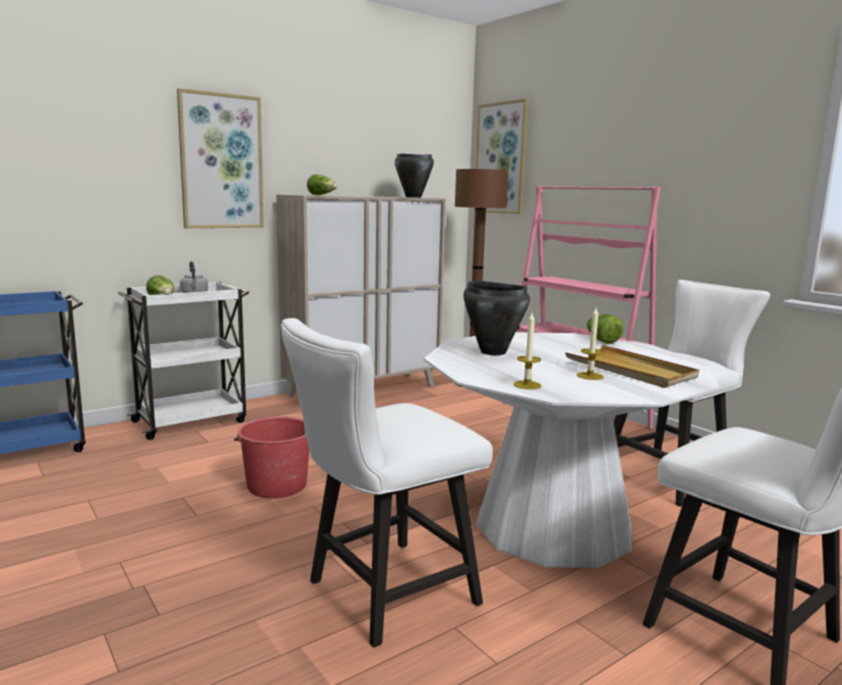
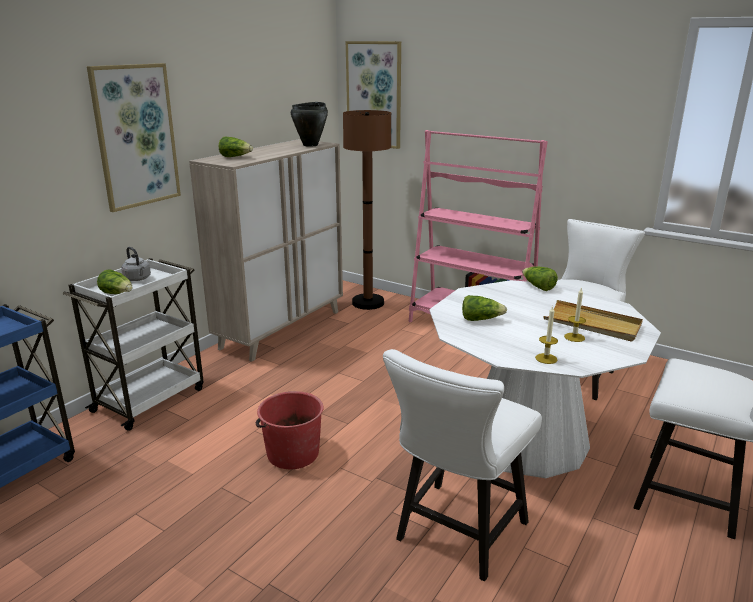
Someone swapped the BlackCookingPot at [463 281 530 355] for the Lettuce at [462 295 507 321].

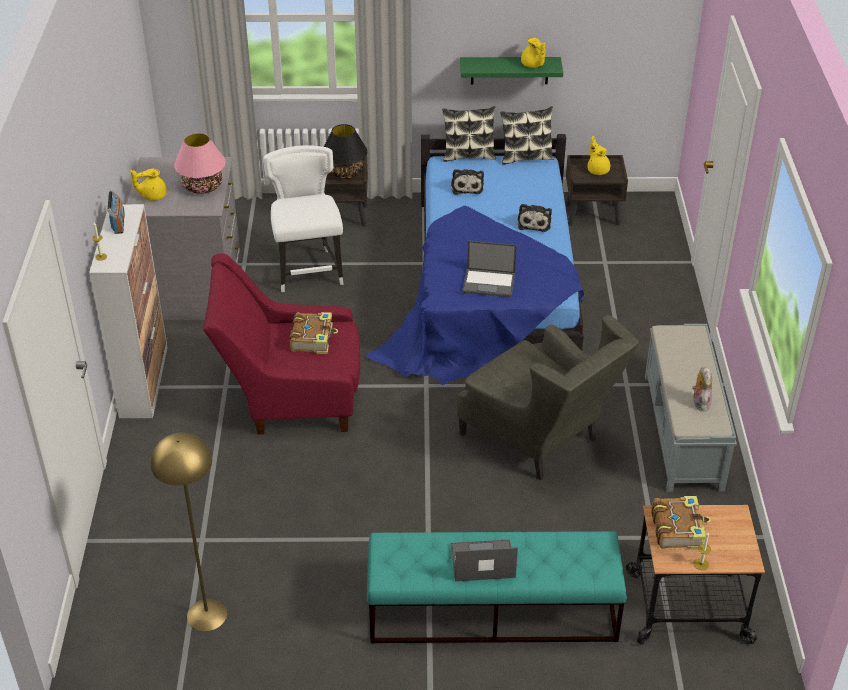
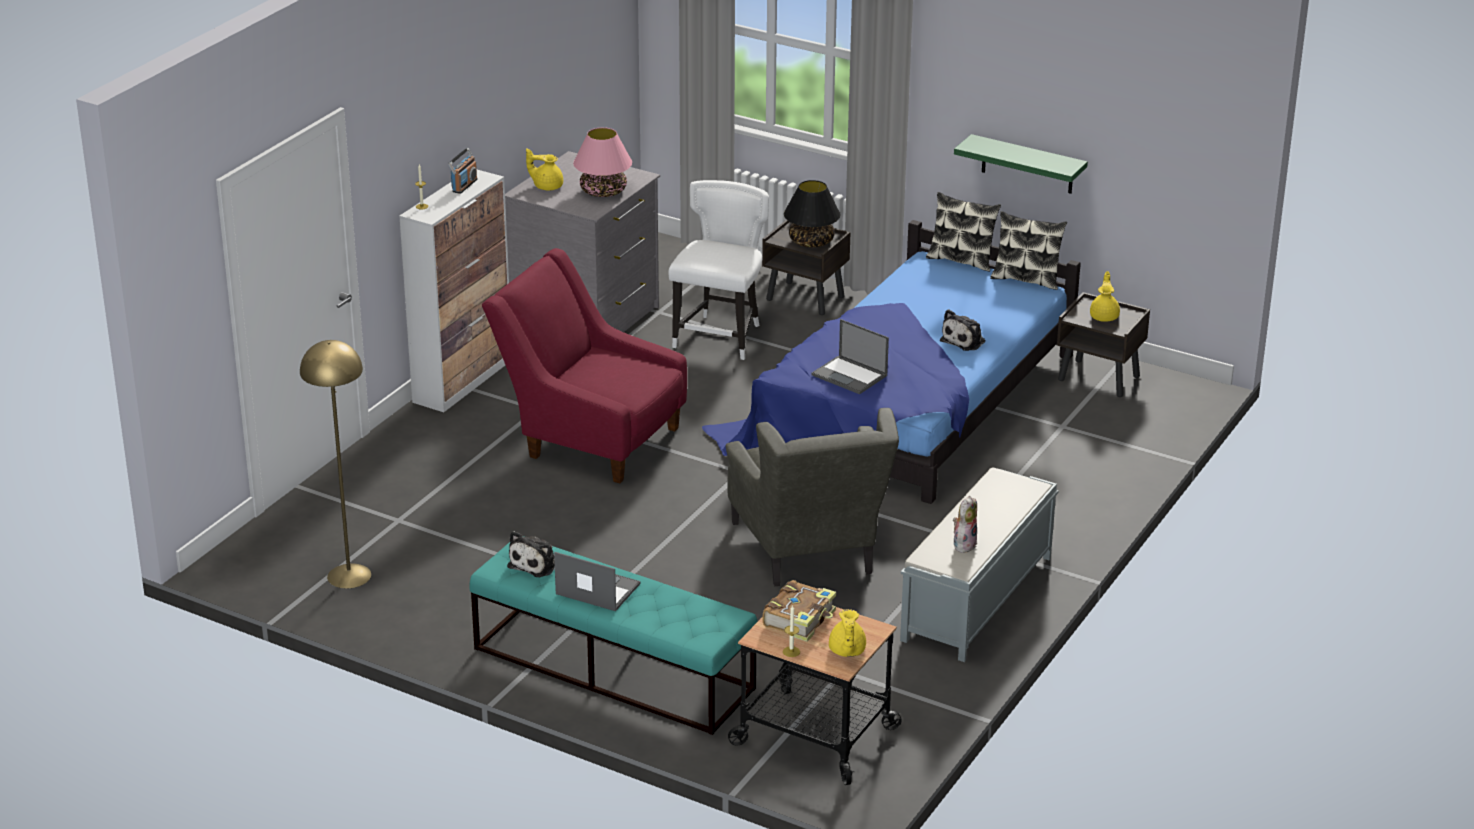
Someone took away the Book at [289 312 338 354].
Someone carried the PlushToy from [451 169 484 195] to [507 531 555 577].
Someone carried the YellowTeapot from [521 38 546 68] to [829 609 866 657].

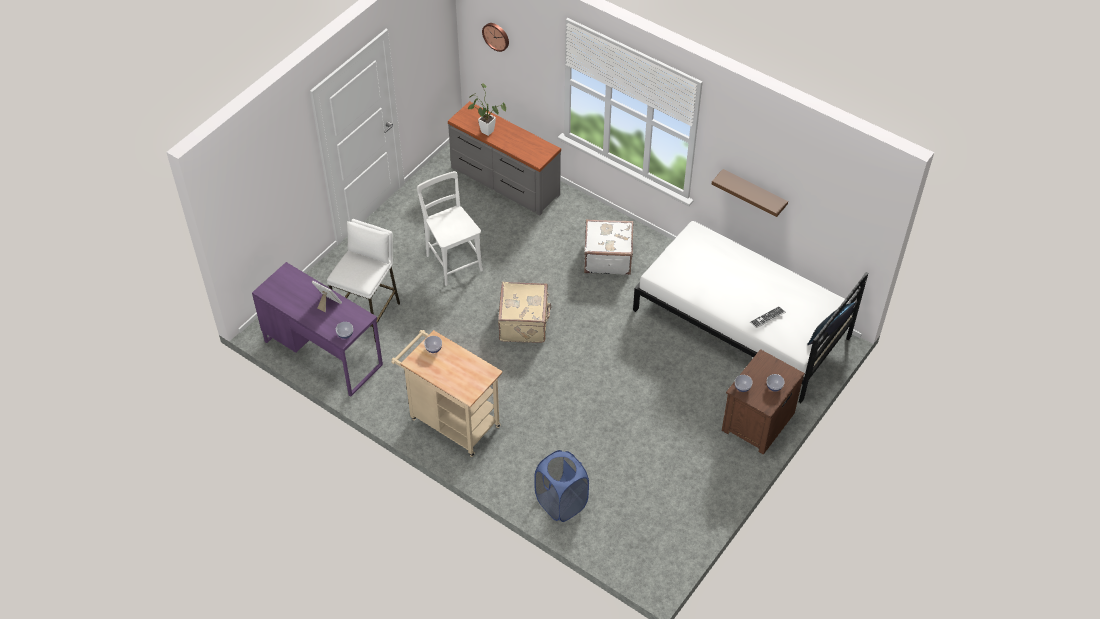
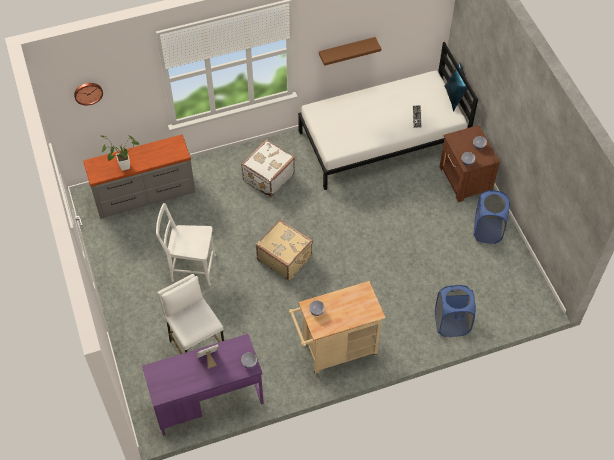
Someone put down the BlueLaundryBasket at [474 190 510 244].

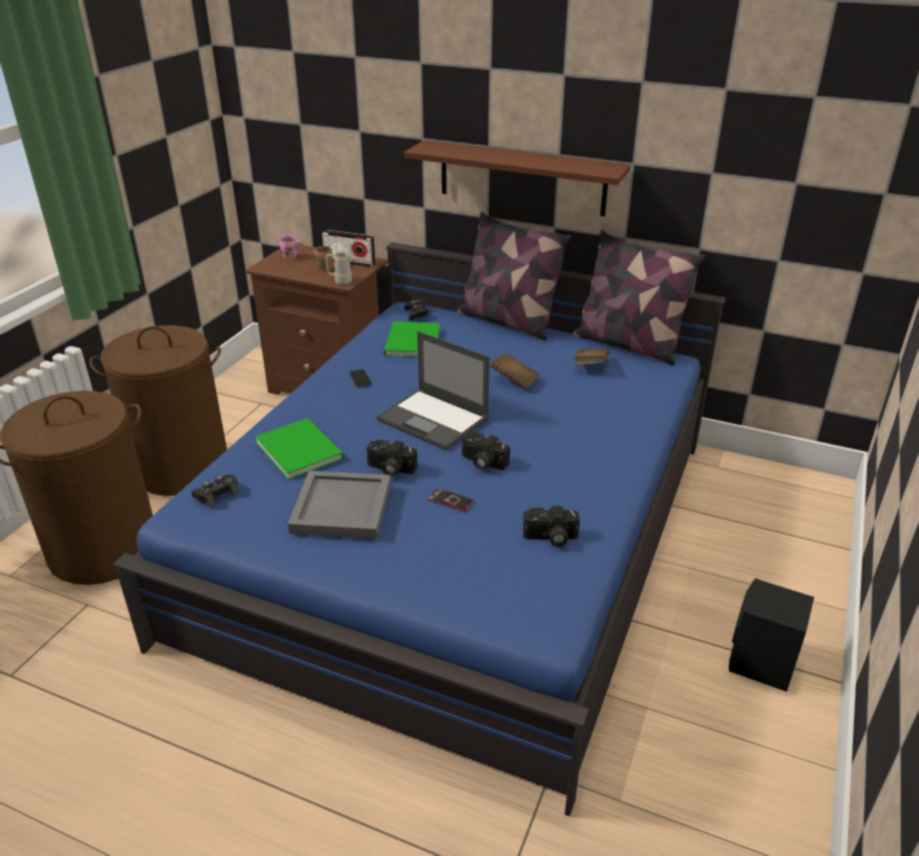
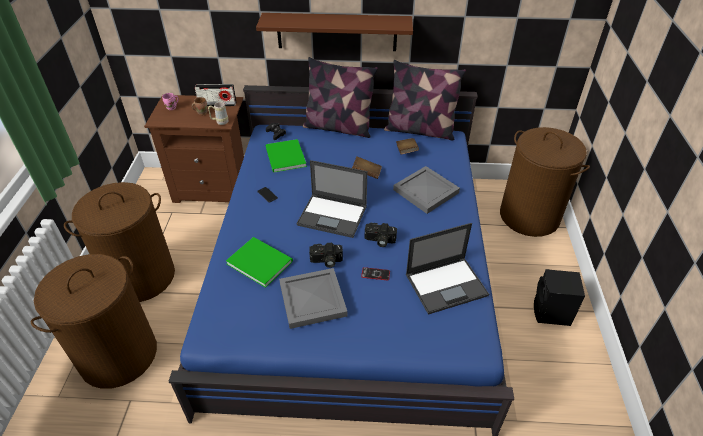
Someone took away the BlackGameController at [191 475 238 508].
Someone put down the GreyTray at [393 166 460 214].
Someone put down the BrownLaundryBasket at [500 127 590 237].
Someone swapped the PhotoCamera at [523 506 580 547] for the Laptop at [406 223 489 315].

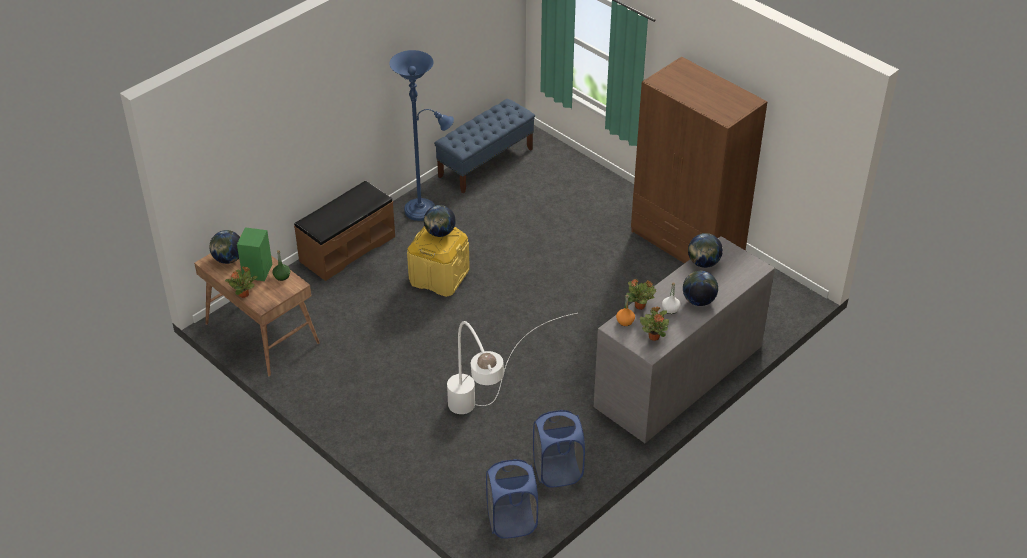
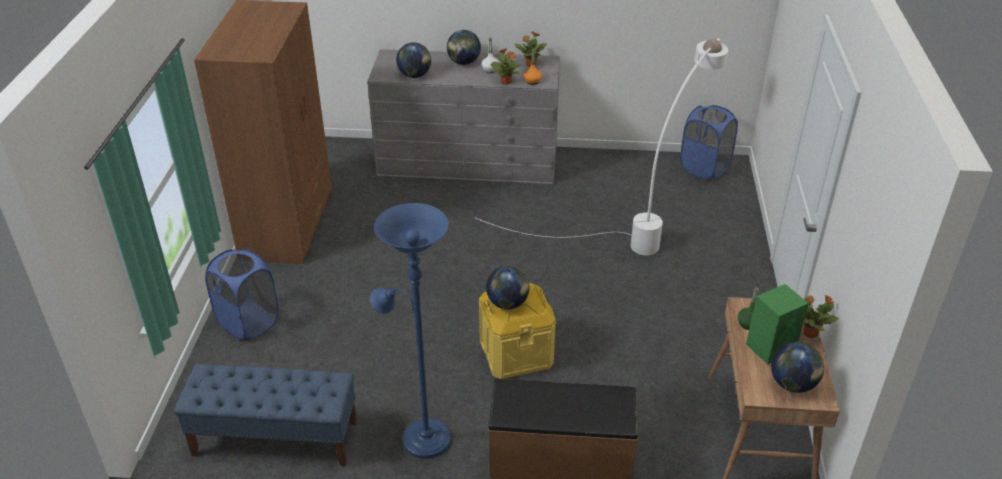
Someone carried the BlueLaundryBasket from [533 410 585 488] to [205 249 279 340].

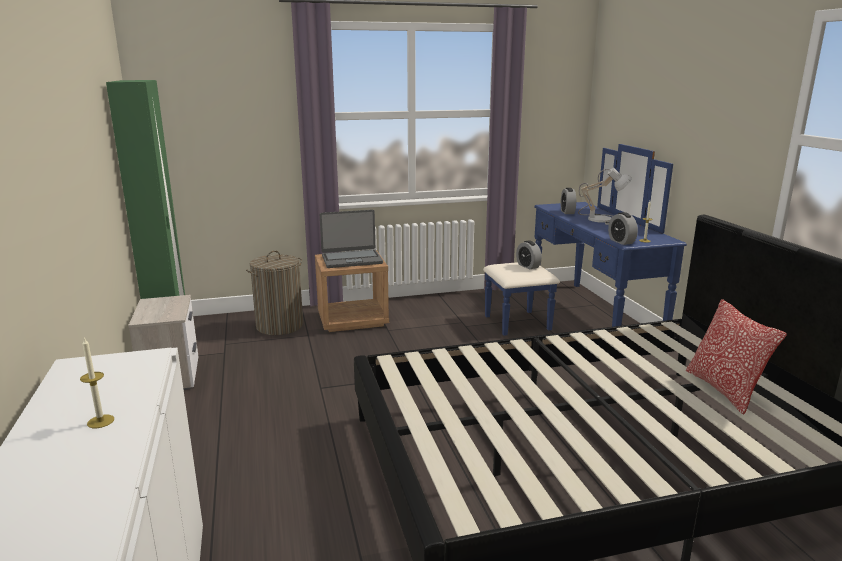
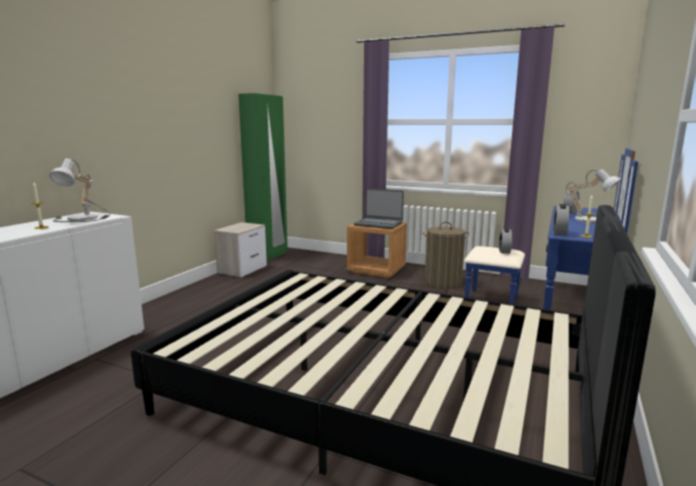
Someone took away the Pillow at [685 299 787 415].
Someone put down the TableLamp at [49 158 111 222].
Someone carried the LaundryBasket from [246 250 303 335] to [423 222 469 288].

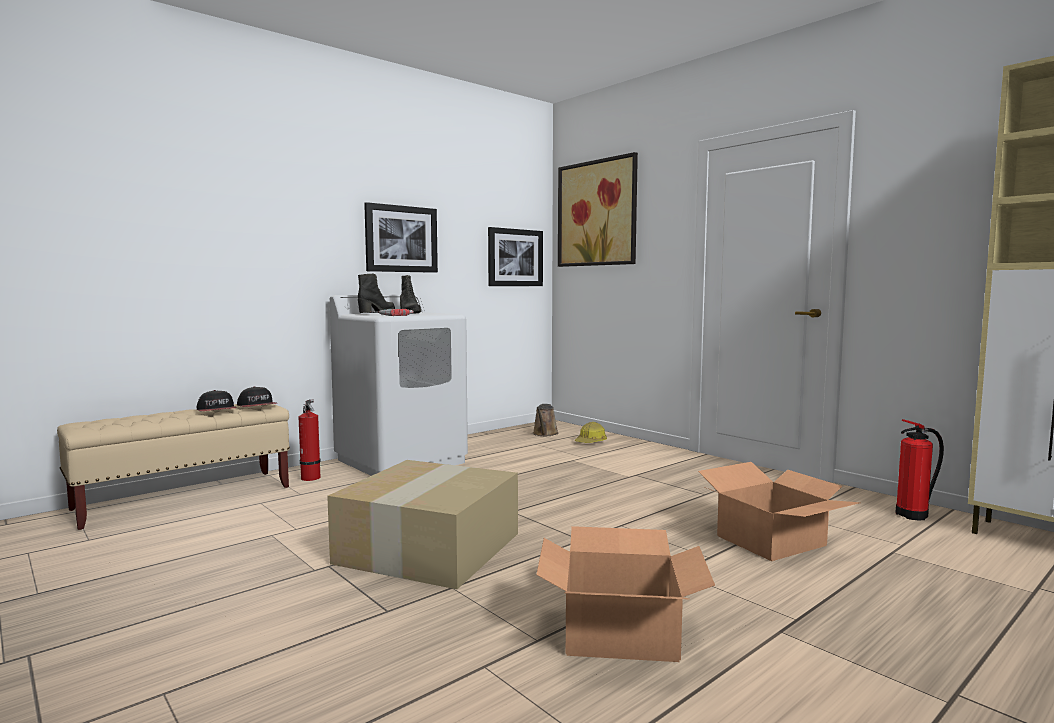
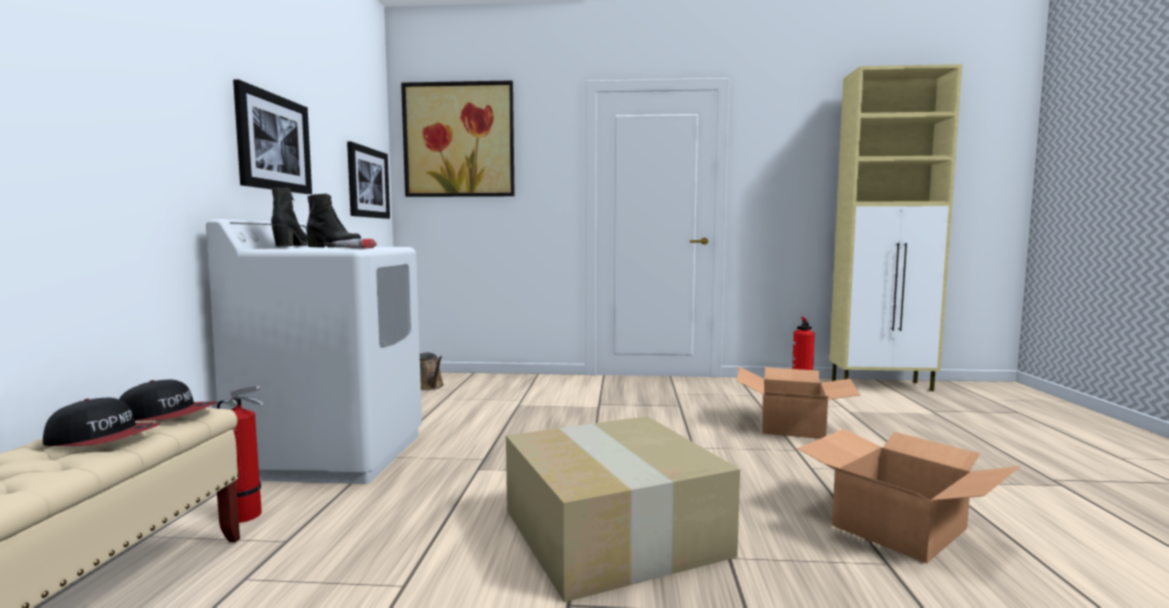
Someone took away the HardHat at [575 422 607 443].

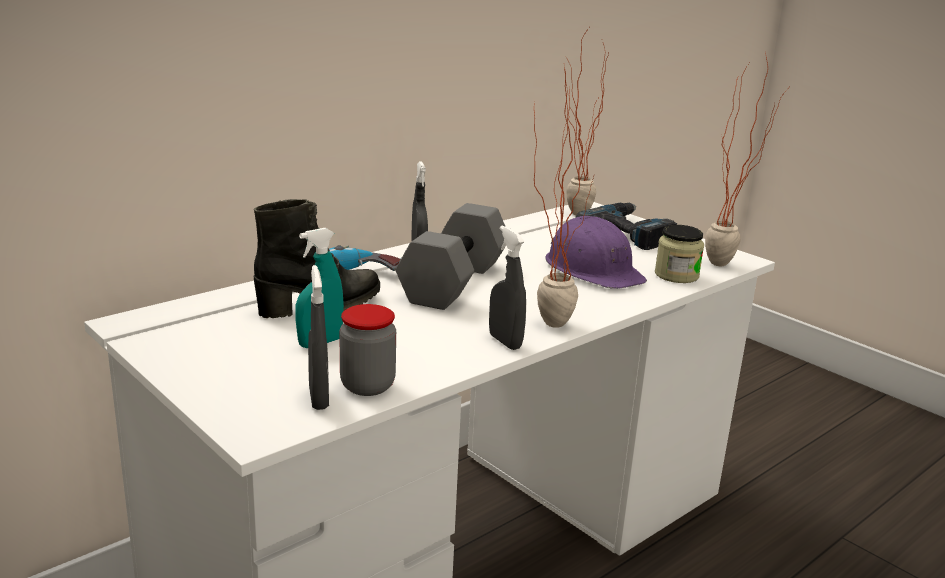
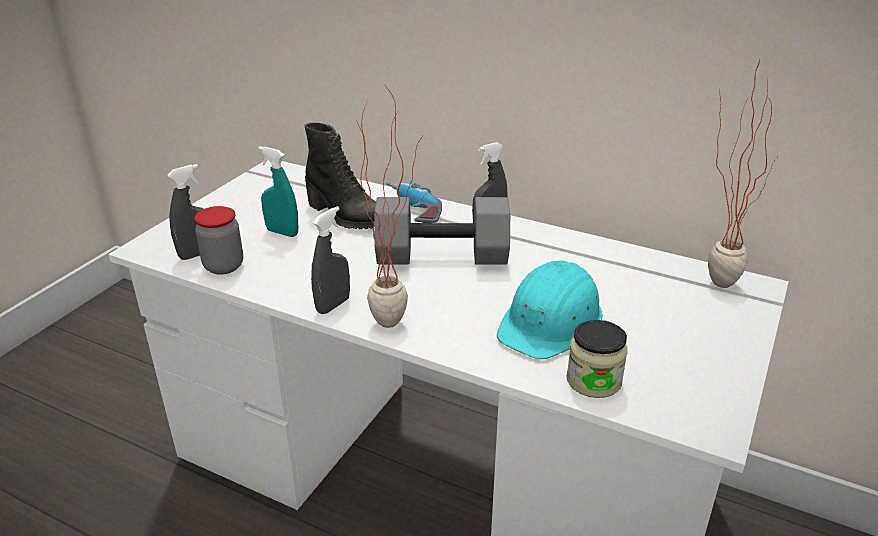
Someone took away the PowerDrill at [575 203 677 250].
Someone took away the PottedPlant at [705 57 788 266].
Someone repainted the PurpleHardHat at [545 216 647 289], which became the TurquoiseHardHat at [497 261 602 359].

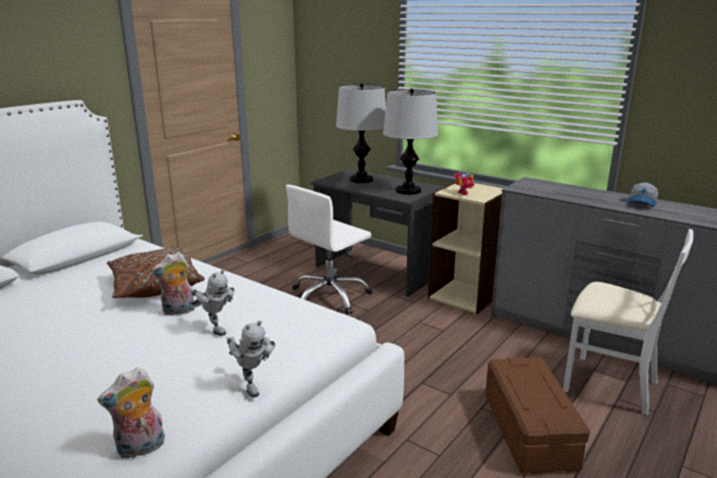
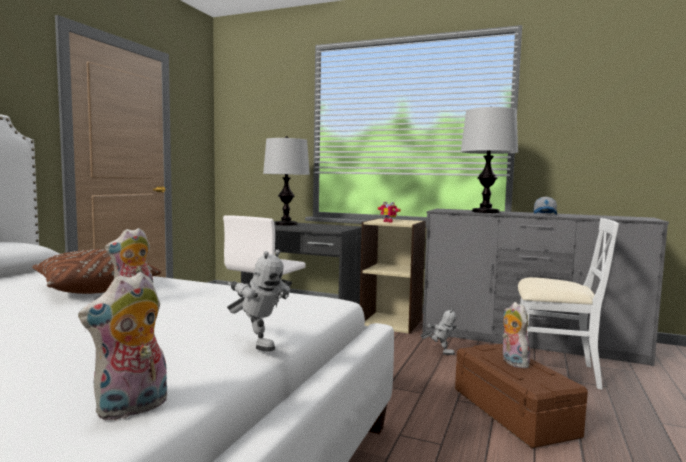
Someone put down the PlushToy at [503 302 530 368].
Someone carried the ToyRobot from [190 269 234 336] to [421 308 460 355].
Someone carried the TableLamp from [383 88 438 195] to [460 107 518 213].

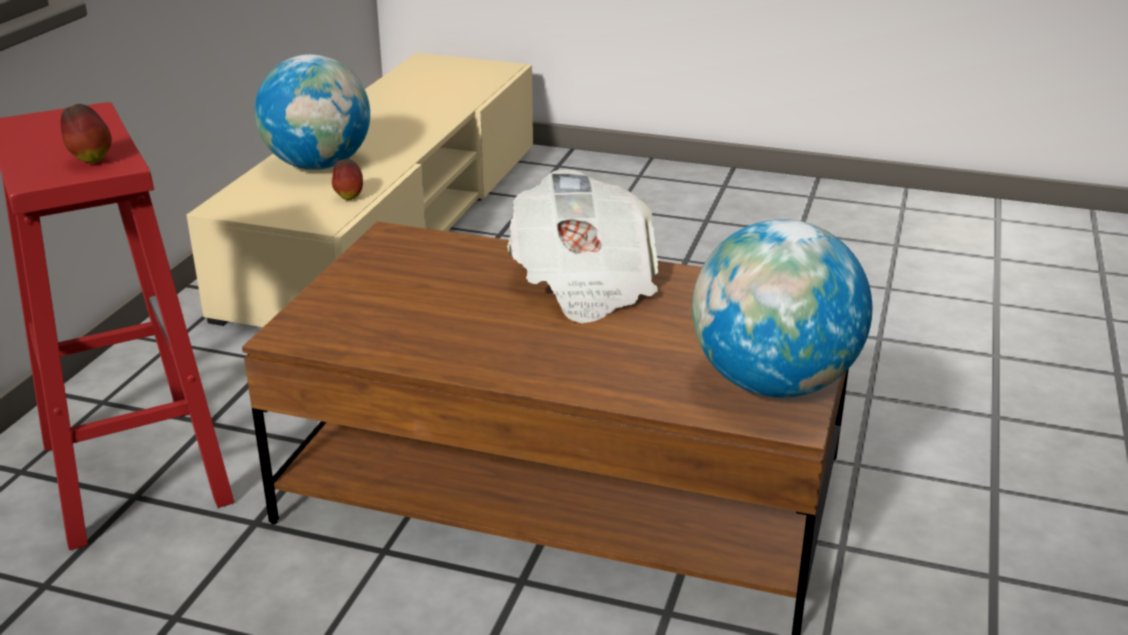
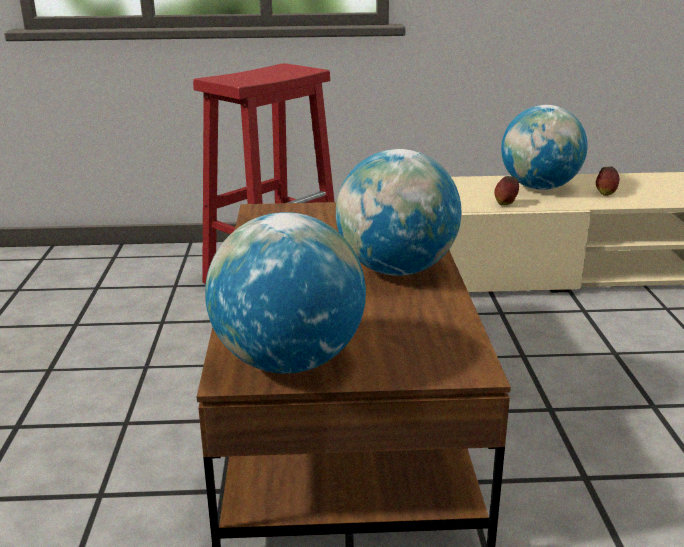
Someone carried the Apple from [61 104 112 163] to [596 166 620 196].
Someone swapped the Newspaper at [507 169 658 324] for the Globe at [336 149 461 276].

